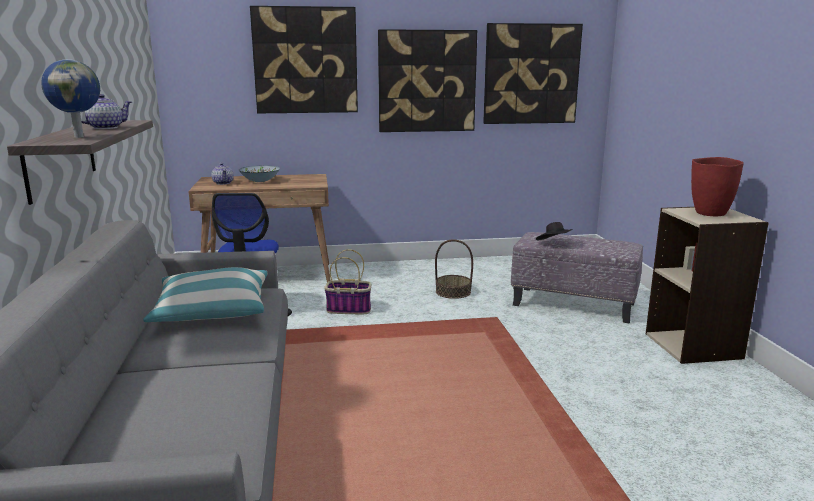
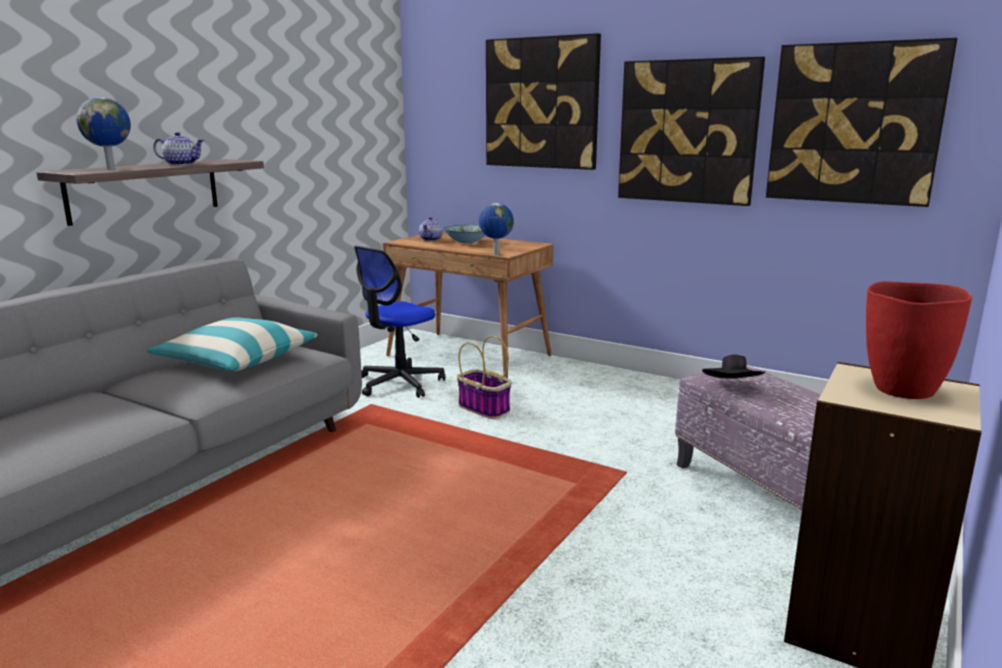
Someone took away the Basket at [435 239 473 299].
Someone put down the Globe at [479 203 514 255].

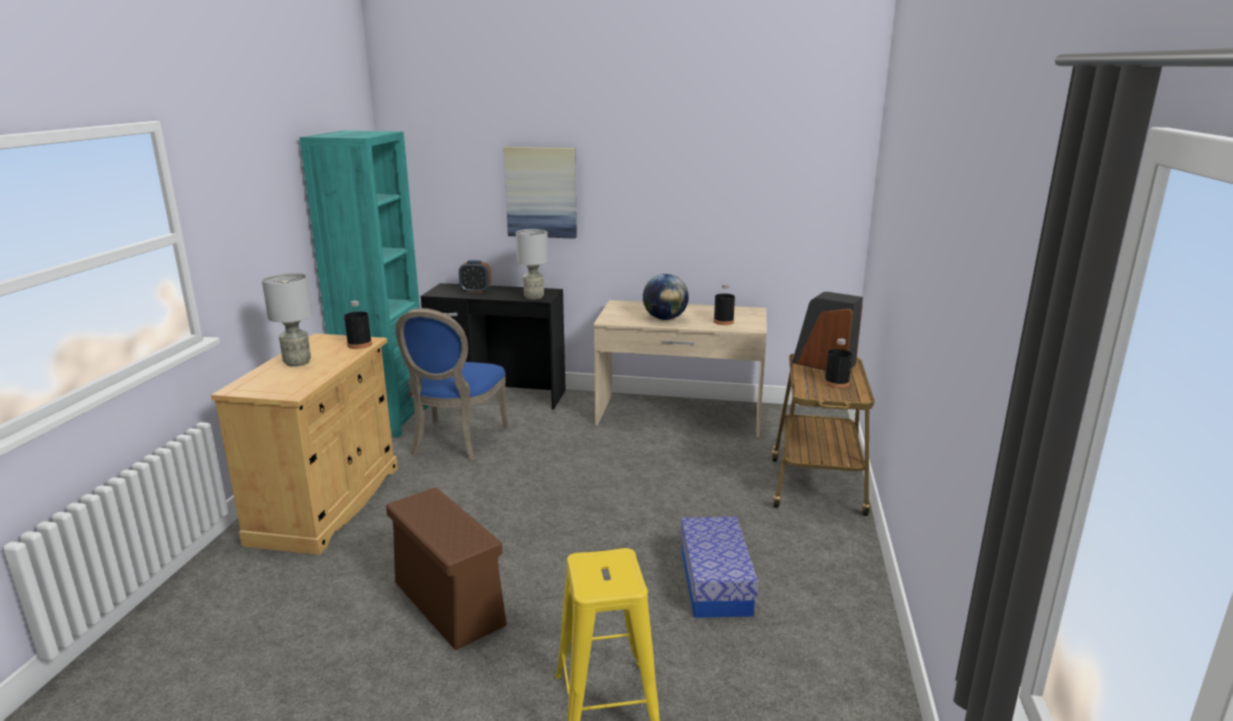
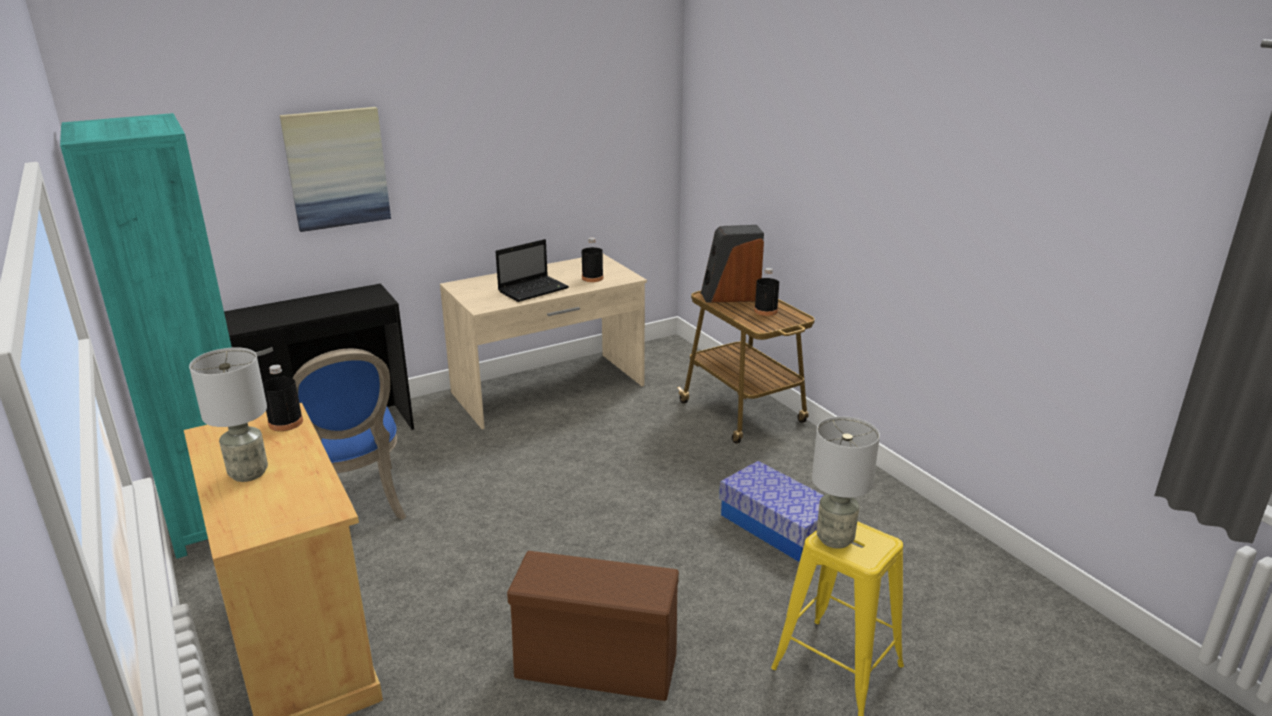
Someone took away the AlarmClock at [459 260 491 293].
Someone carried the GreyTableLamp from [516 229 548 300] to [812 416 880 549].
Someone swapped the Globe at [643 274 689 320] for the Laptop at [495 239 569 302].

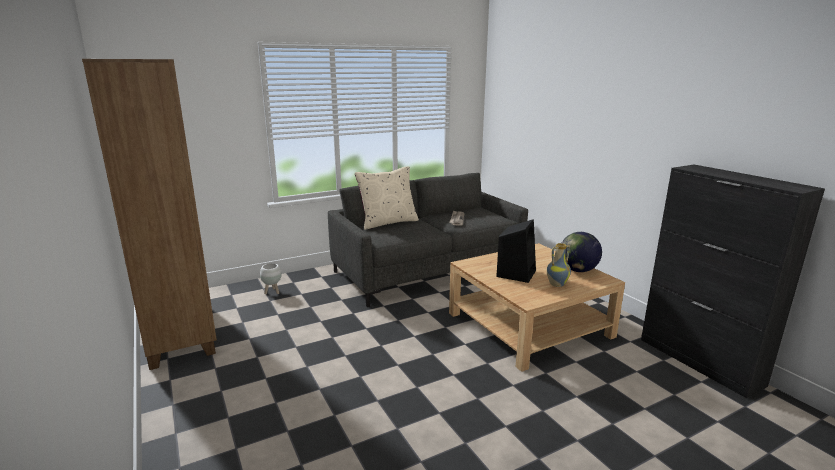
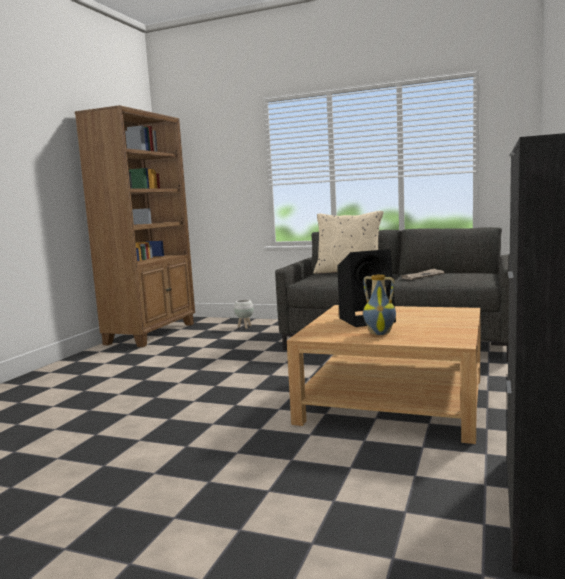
Someone took away the Globe at [562 232 602 272].

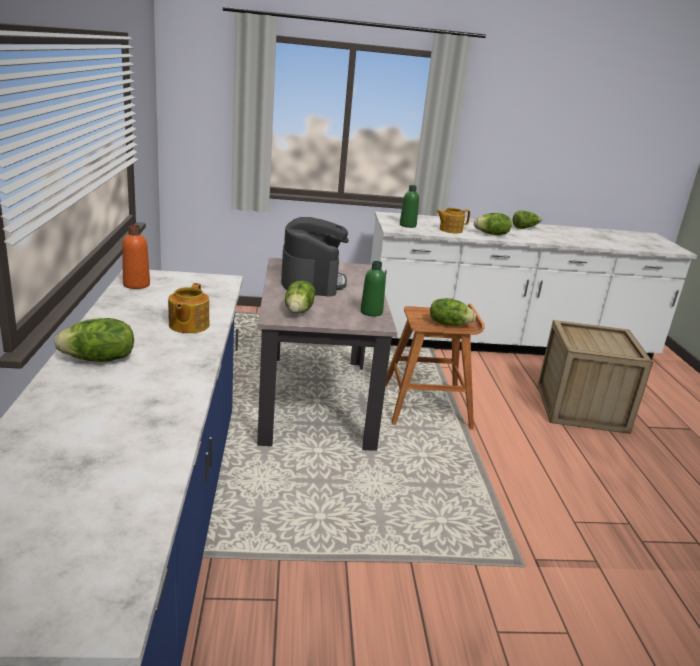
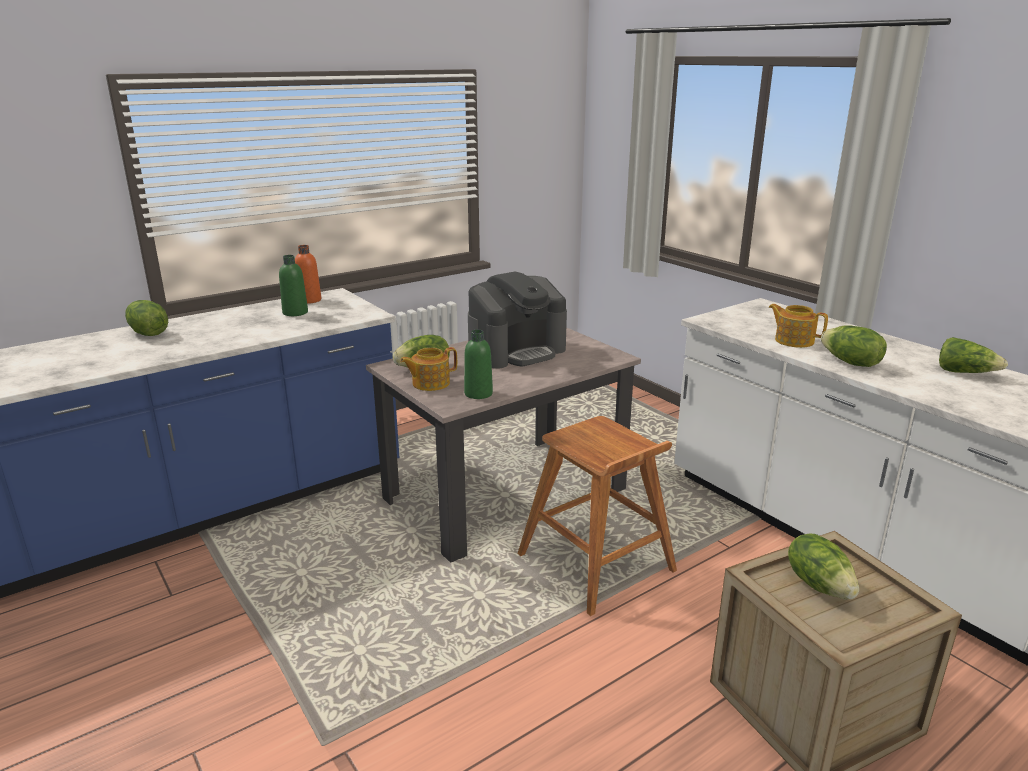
Someone carried the Teapot from [168 283 210 333] to [400 347 457 391].
Someone carried the GreenBottle from [400 185 419 228] to [279 255 308 316].
Someone carried the Lettuce from [430 298 476 326] to [788 533 859 600].

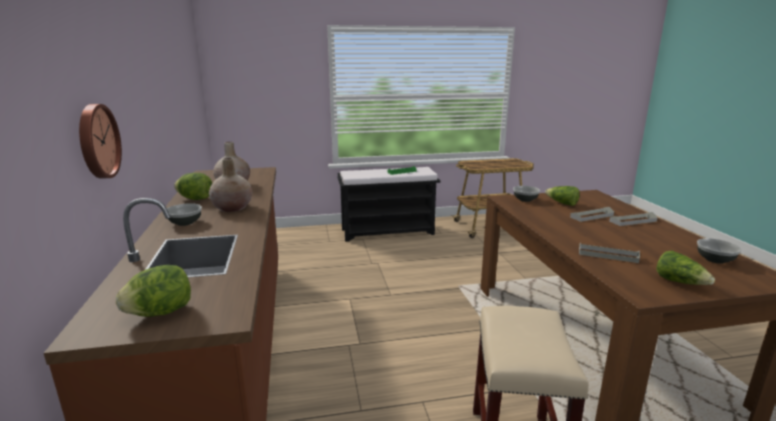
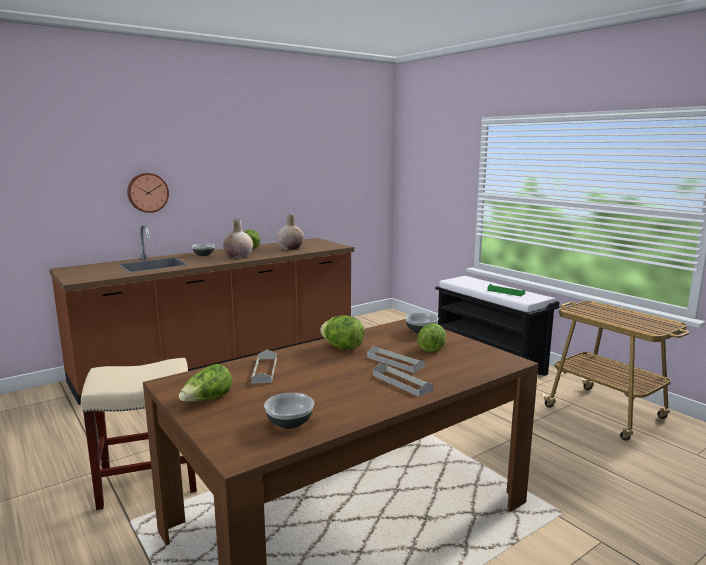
Someone carried the Lettuce from [116 265 191 317] to [320 316 364 349].

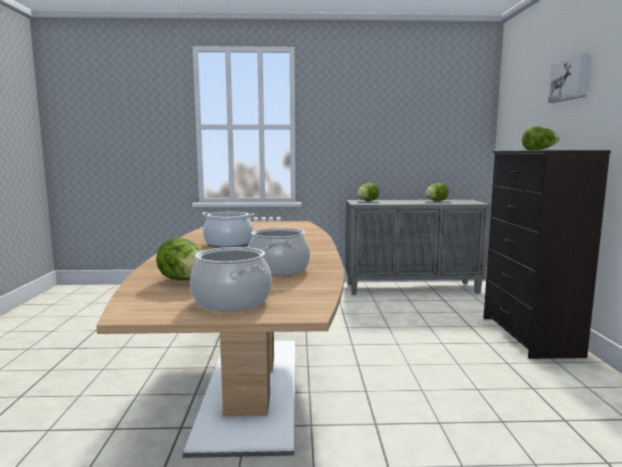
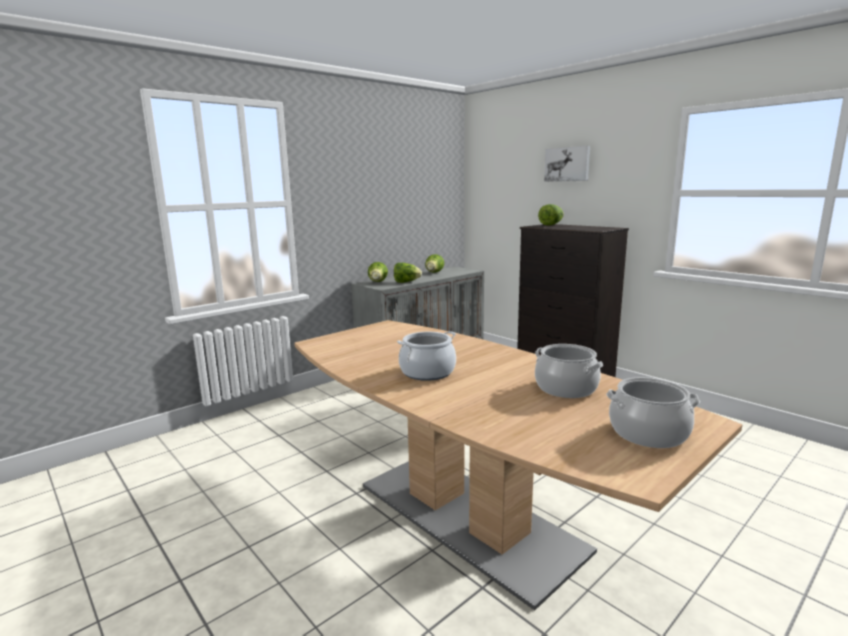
Someone carried the Lettuce from [156 237 203 281] to [394 263 422 283].

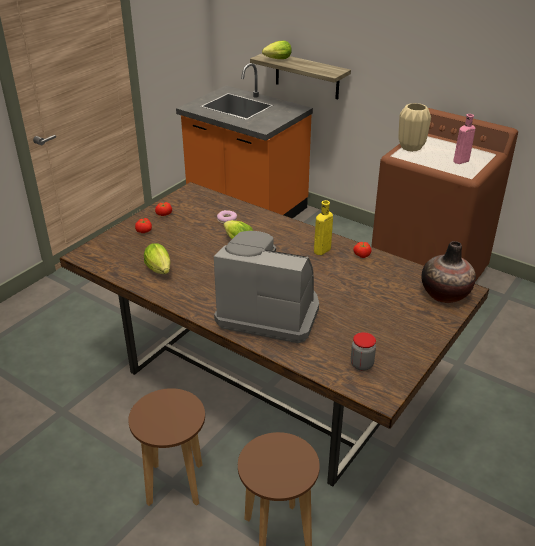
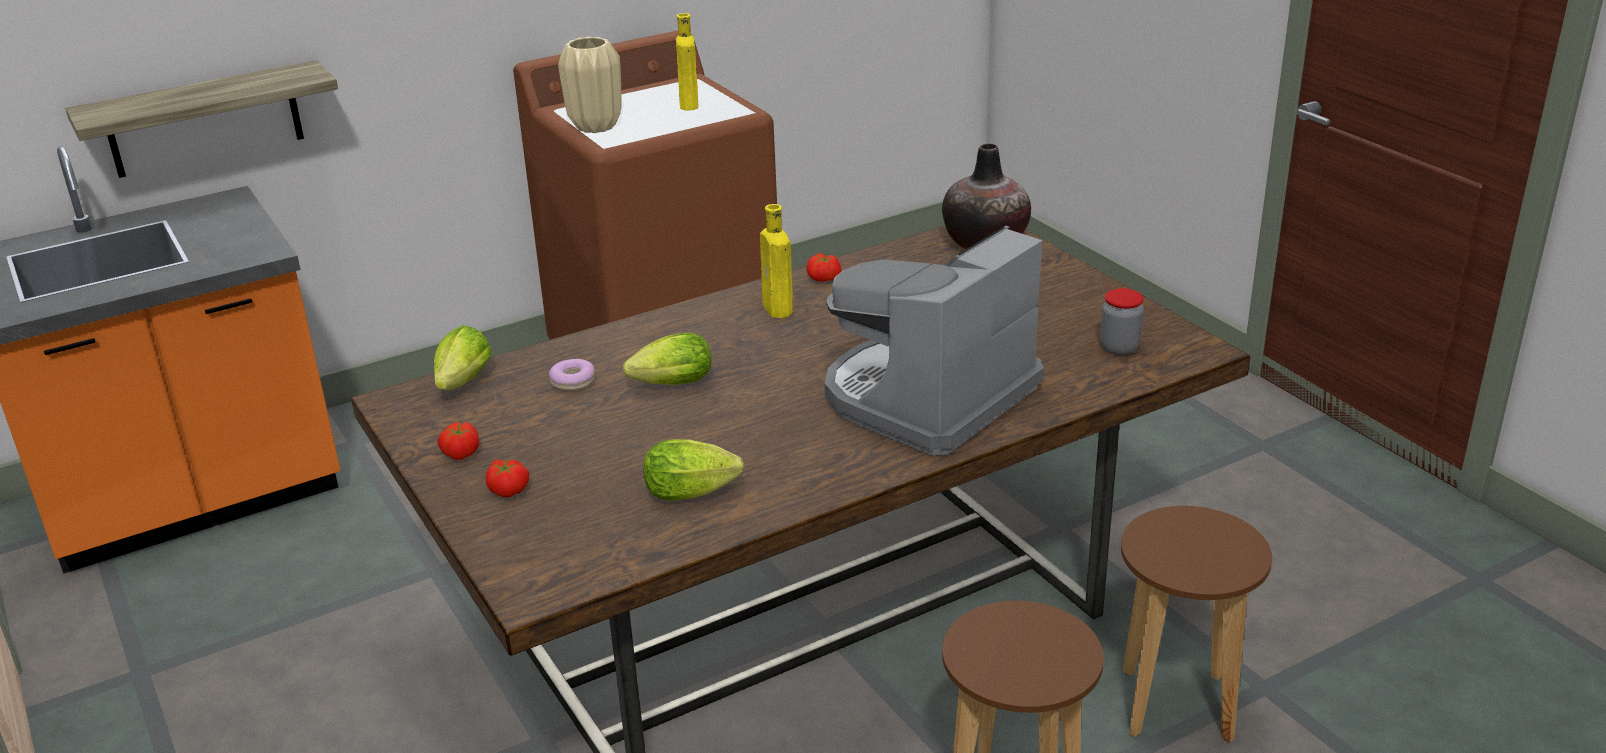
Someone carried the Lettuce from [262 41 292 59] to [434 326 492 390].
Someone repainted the PinkBottle at [454 114 475 164], which became the YellowBottle at [676 13 698 110].

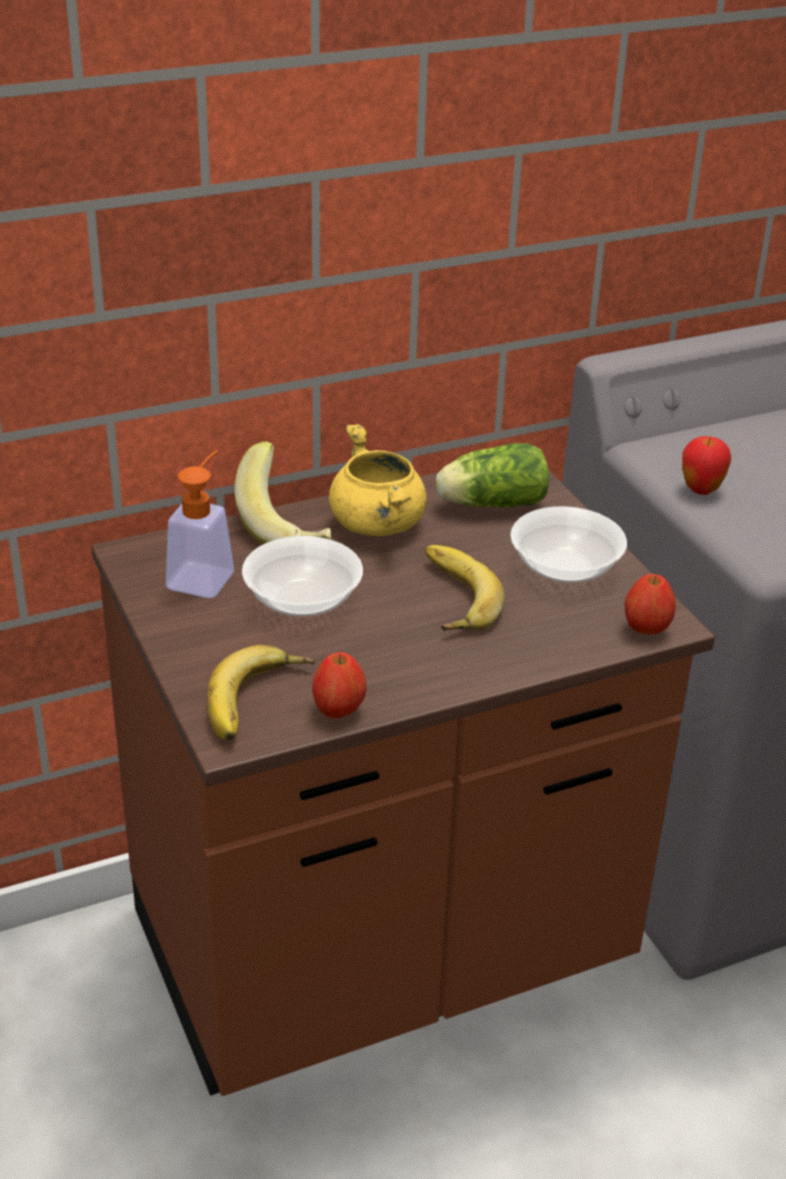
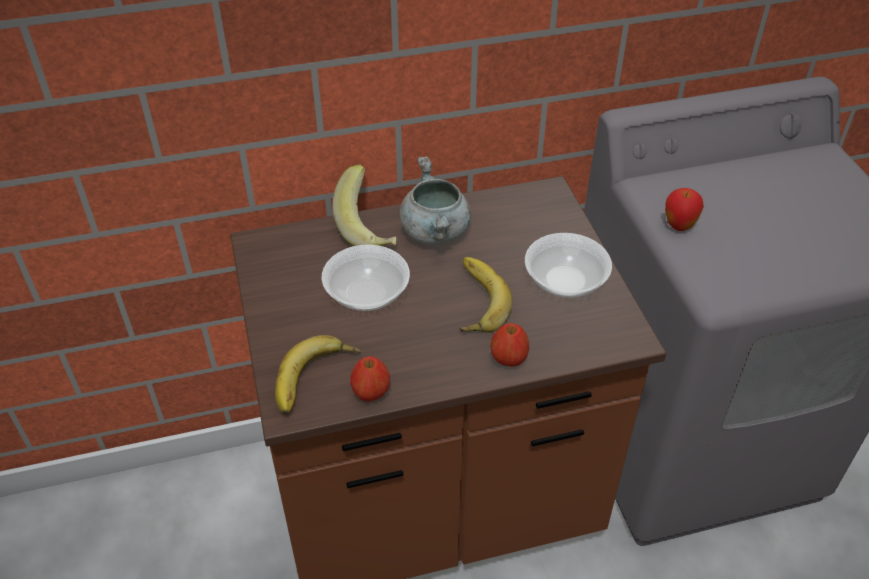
Someone took away the SoapDispenser at [166 450 234 598].
Someone took away the Lettuce at [436 443 549 508].
Someone carried the Apple from [624 574 676 634] to [490 323 529 367].
Someone repainted the YellowCookingPot at [329 424 427 536], which became the GreyCookingPot at [400 157 471 244].

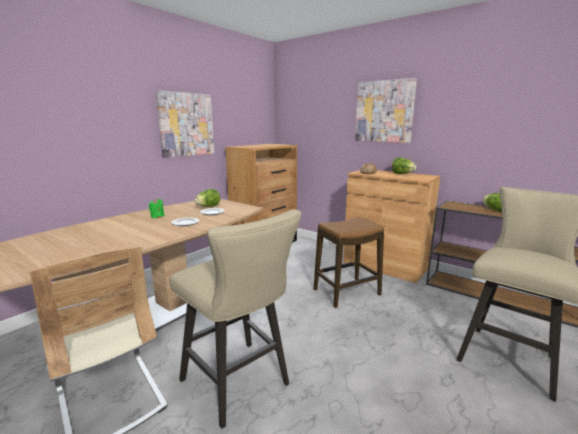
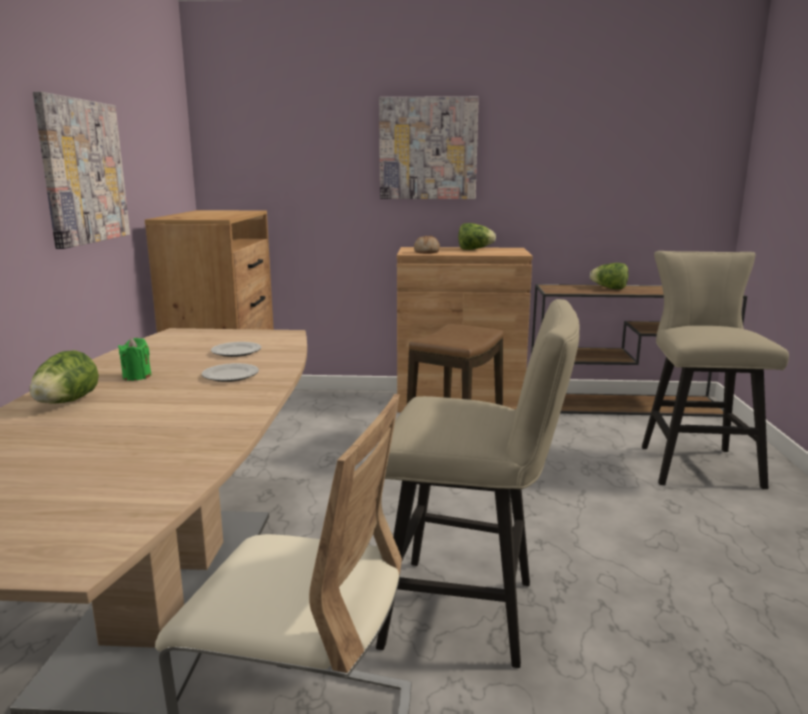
Someone carried the Lettuce from [194 189 220 207] to [30 350 99 404].

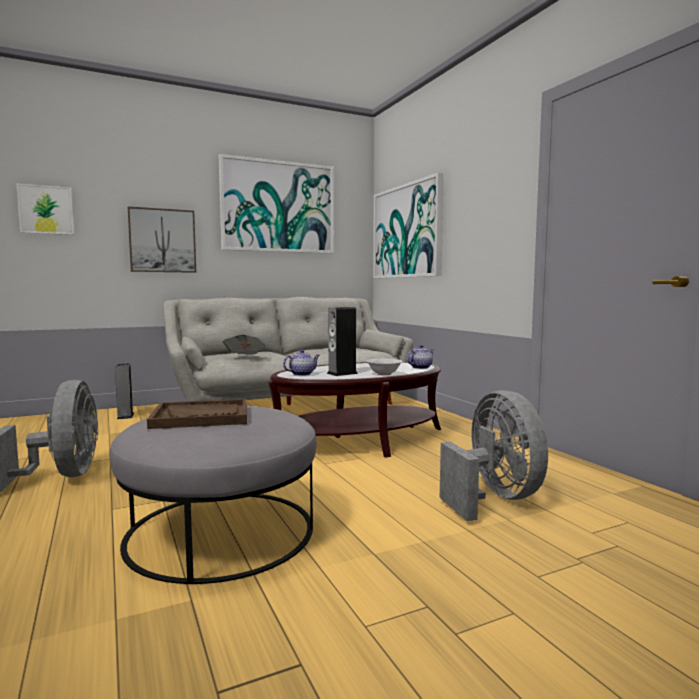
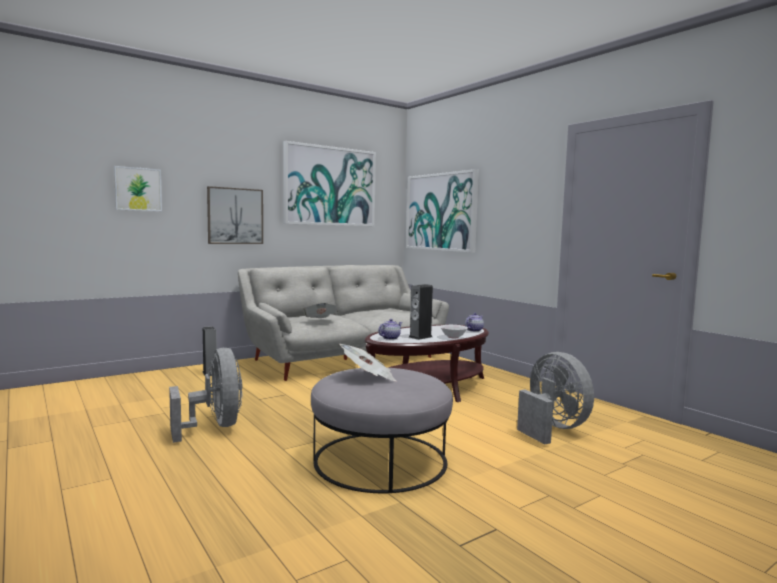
Someone swapped the BrownTray at [147 399 247 429] for the Newspaper at [339 344 396 381].

